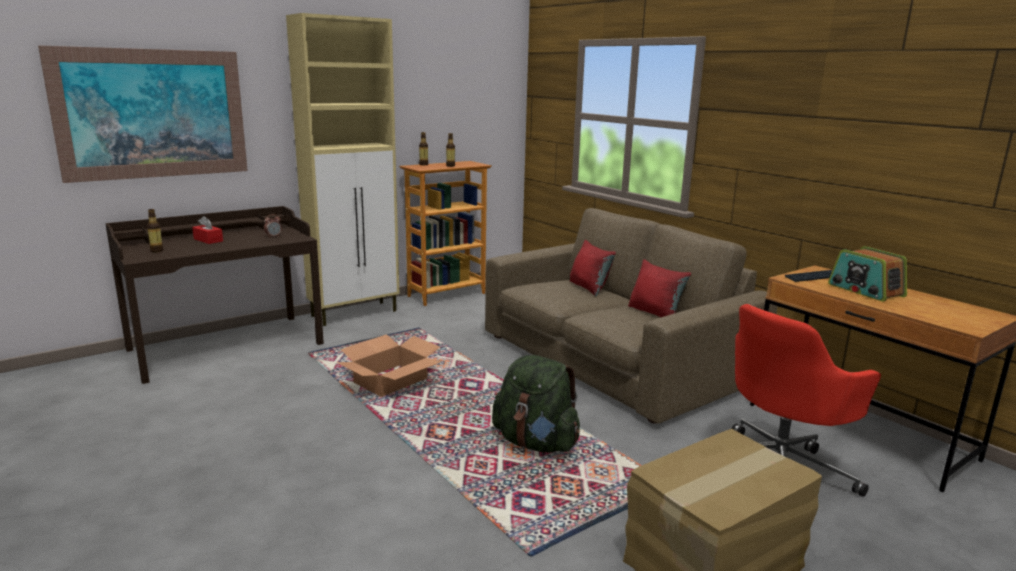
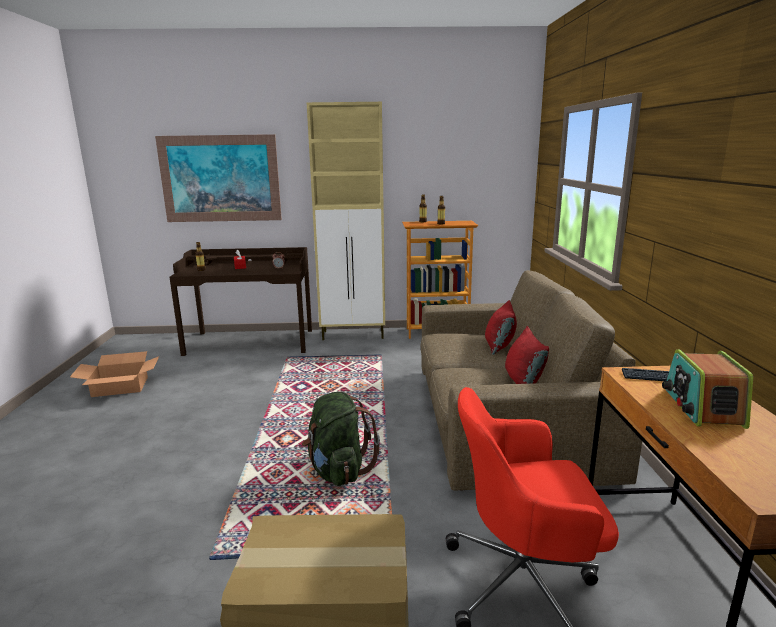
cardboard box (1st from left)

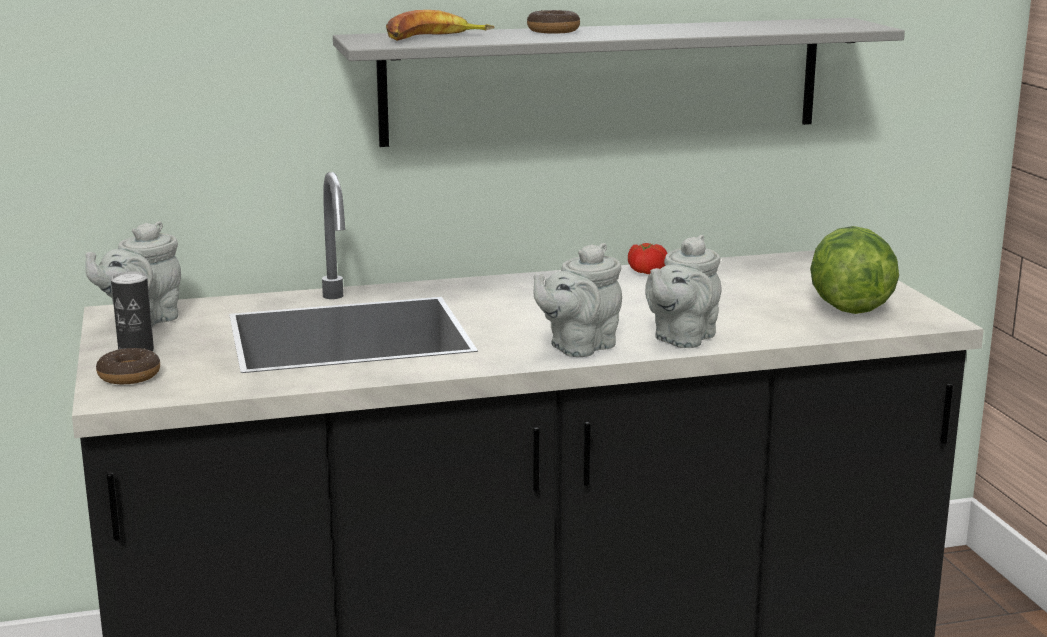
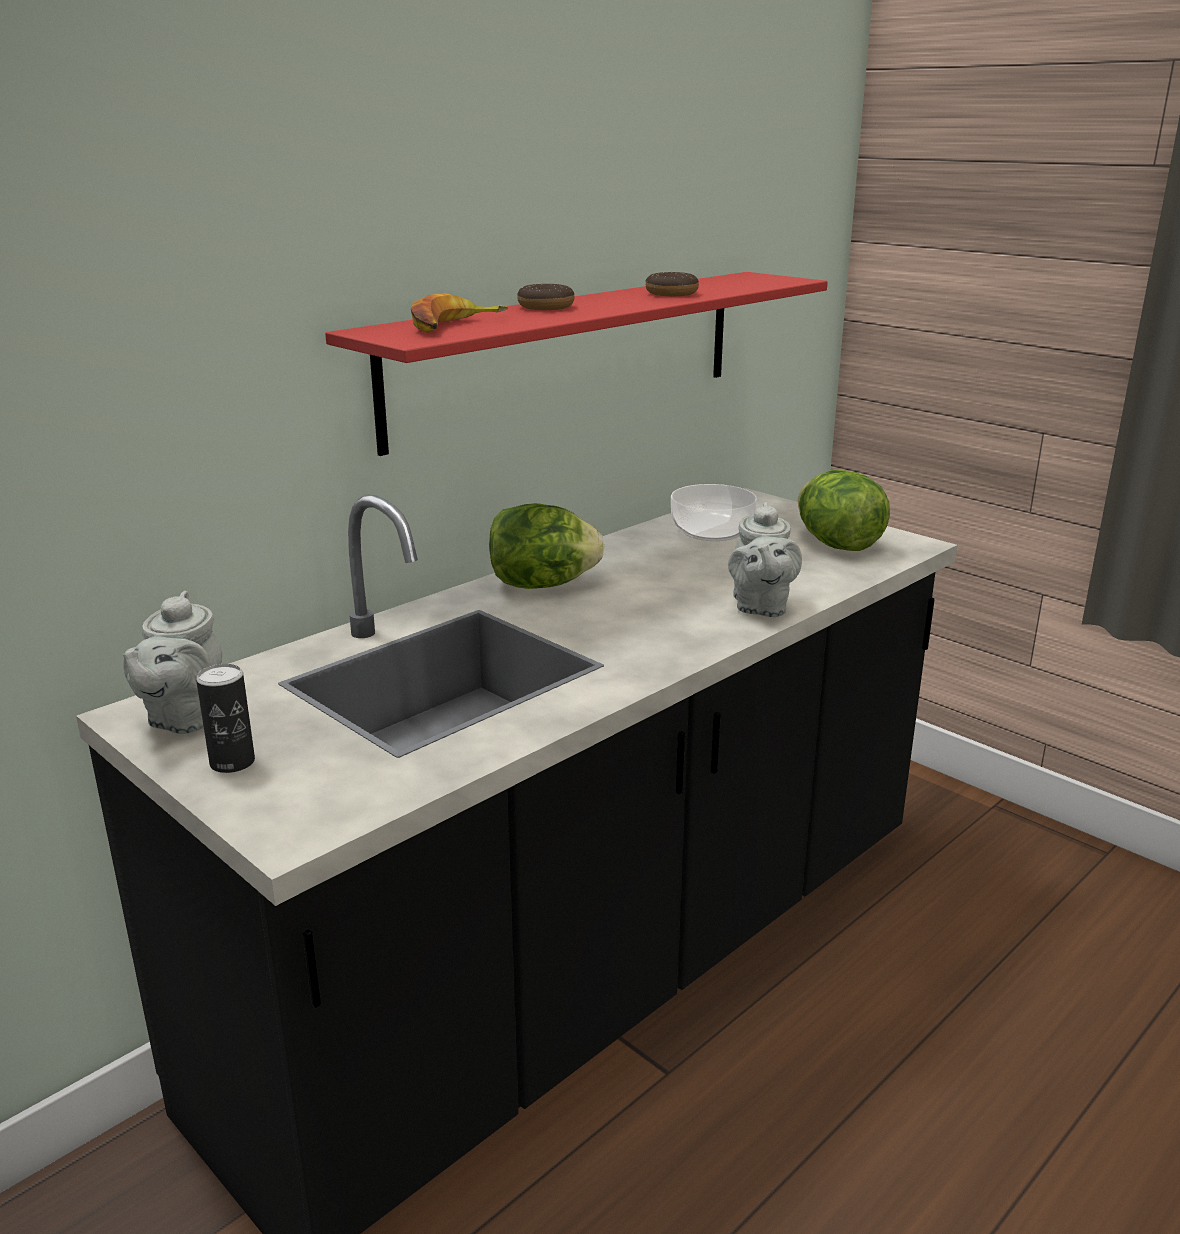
donut (2nd from left)
shelf in red
teapot in grey (2nd from left in the first image)
tomato
lettuce (1st from left)
bowl

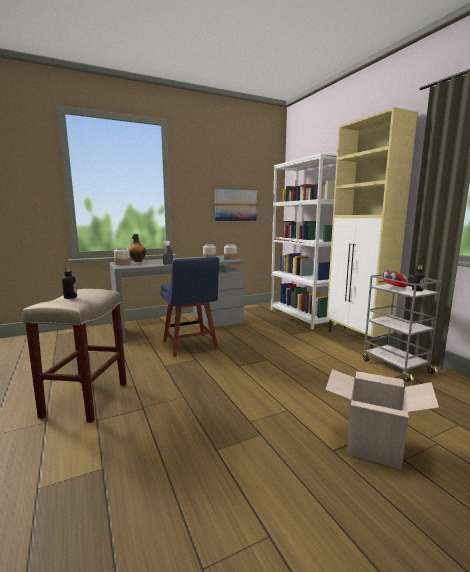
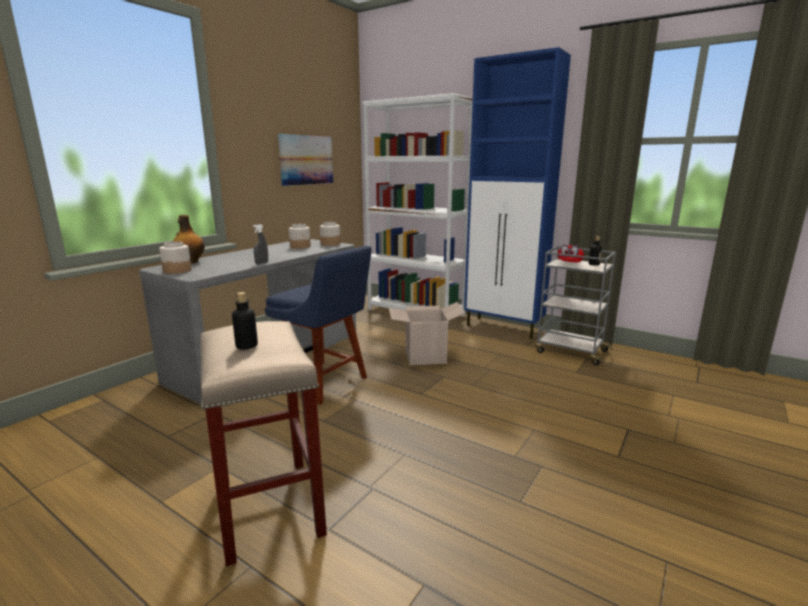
cardboard box
cabinet in blue

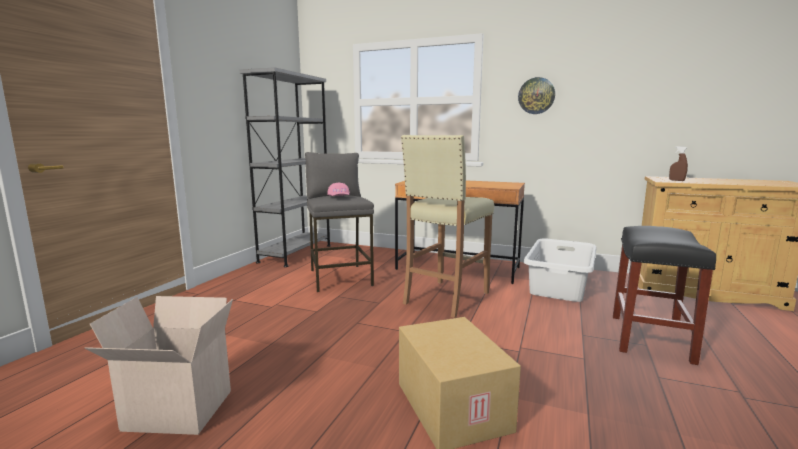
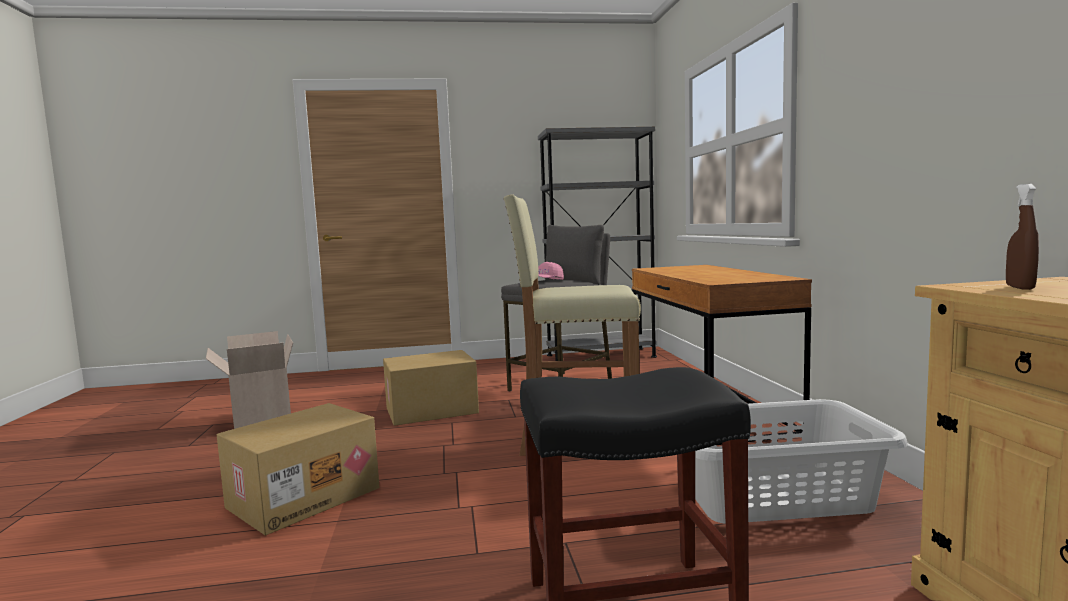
wall clock
cardboard box (3rd from left)

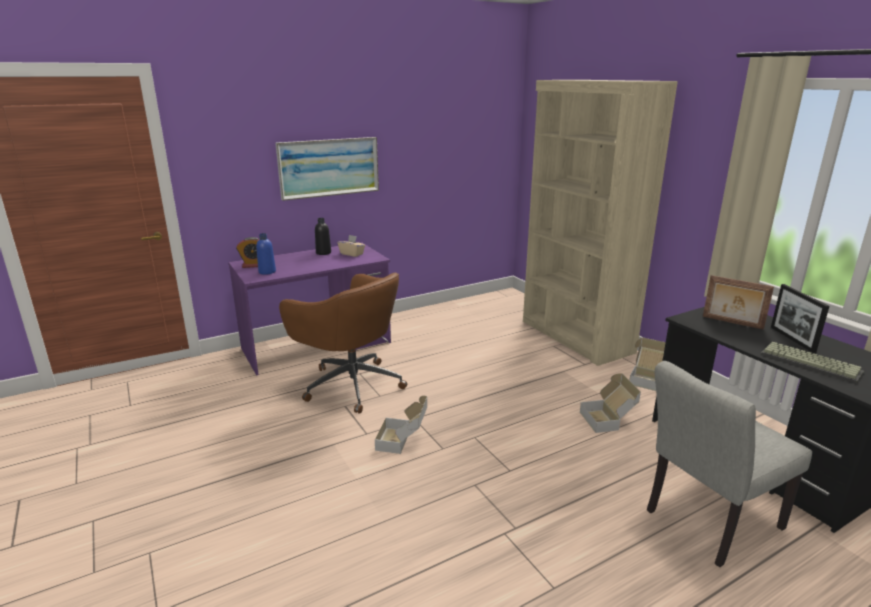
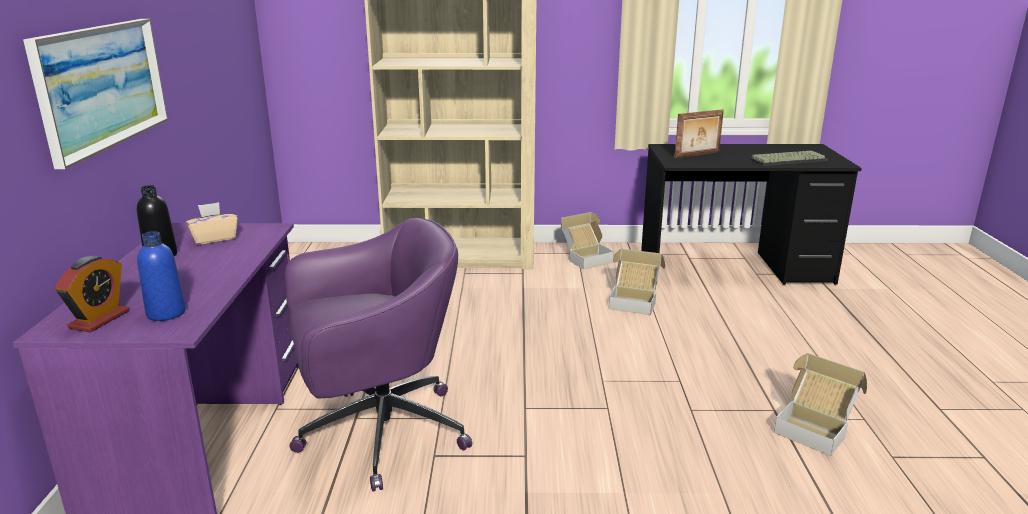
office chair in purple
cardboard box (3rd from left)
chair in grey
picture frame (2nd from left in the first image)

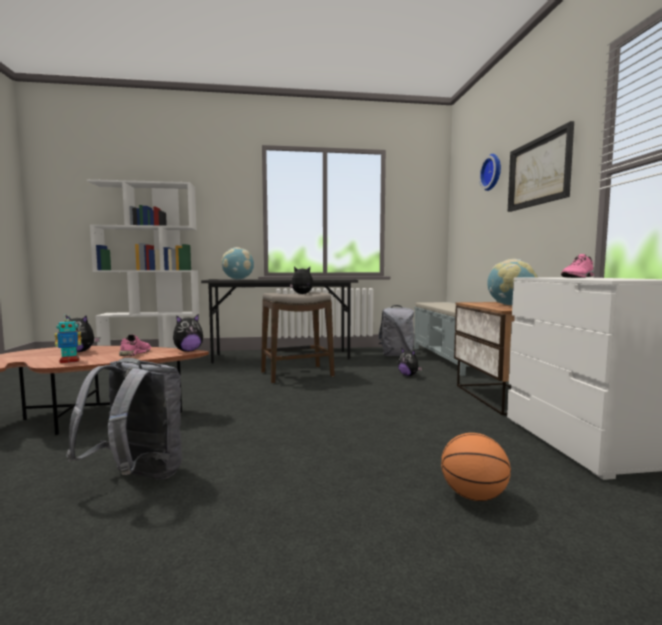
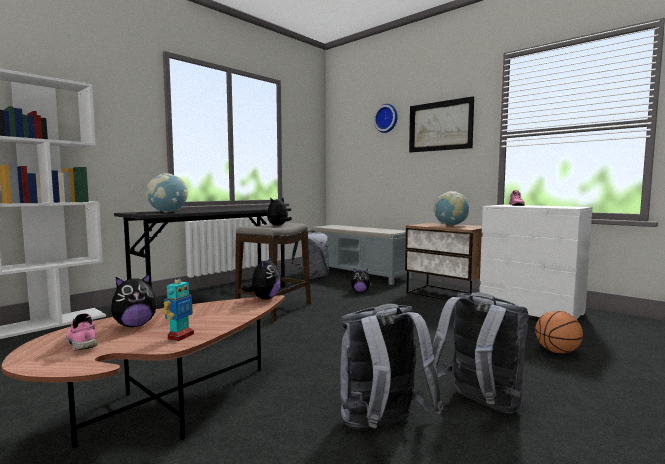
shoe in pink (1st from left)
backpack in grey (3rd from left)

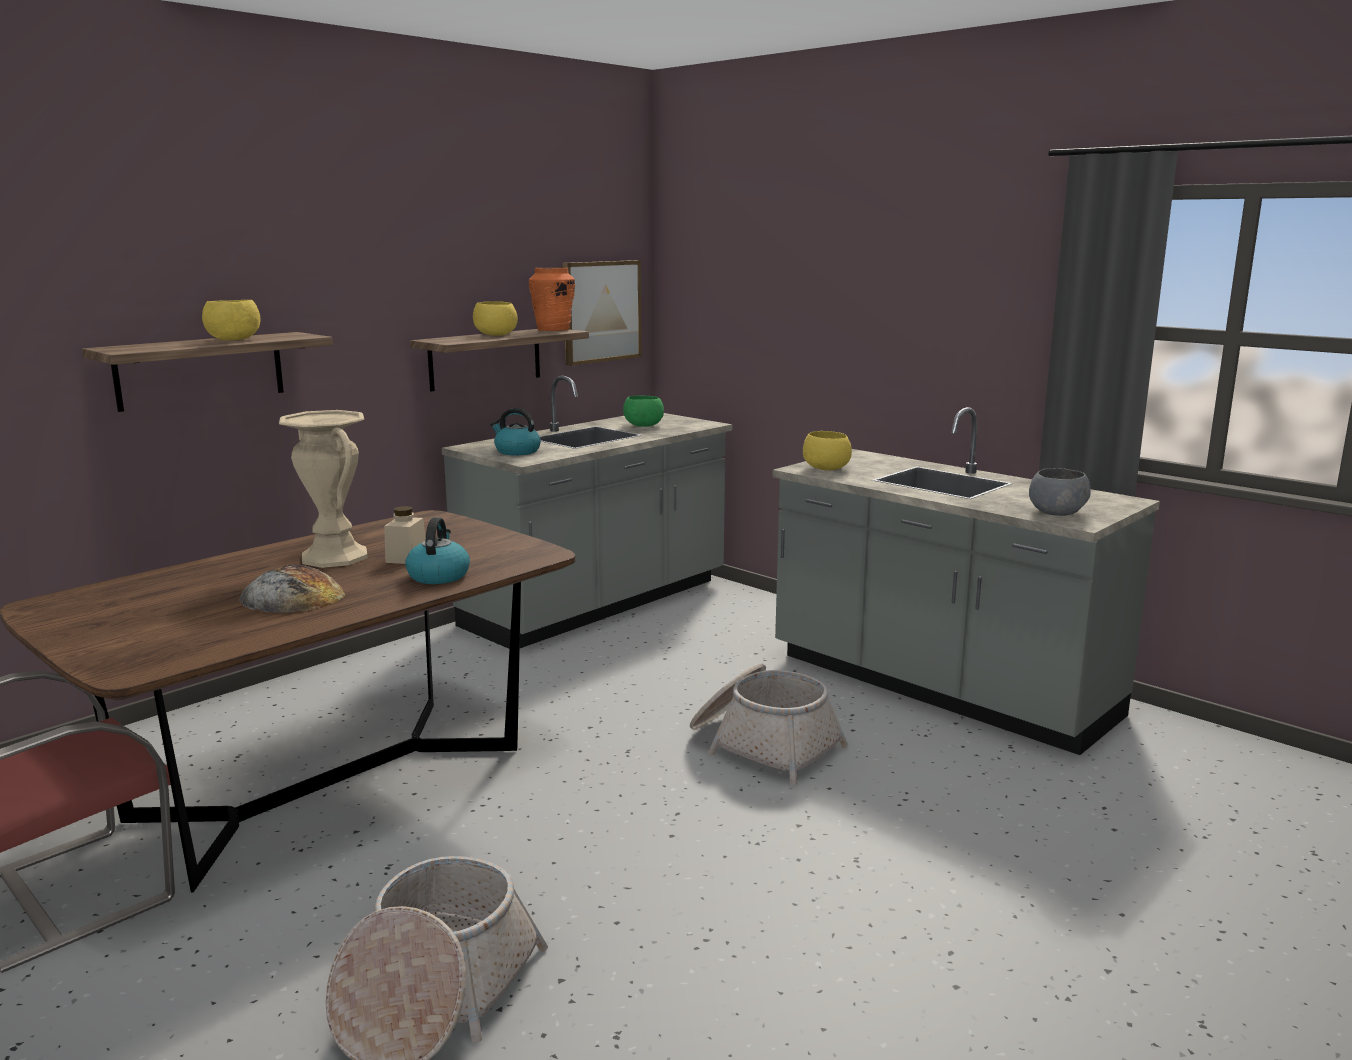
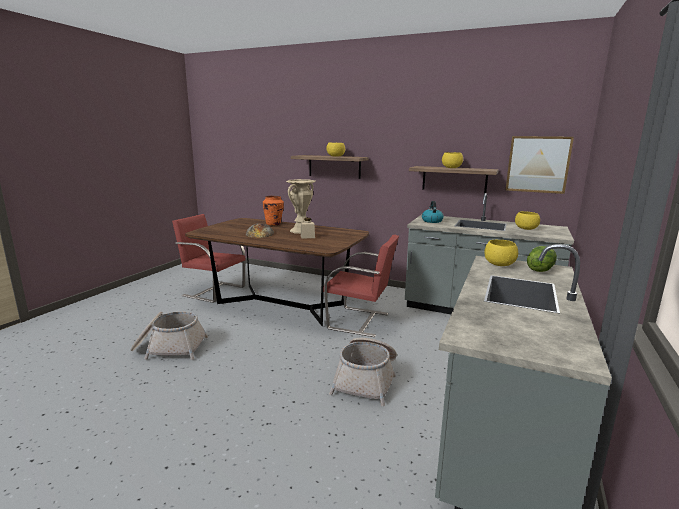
kettle (1st from left in the first image)
vase in orange
bowl in yellow (4th from left)
bowl in grey
chair in red (2nd from left)
lettuce

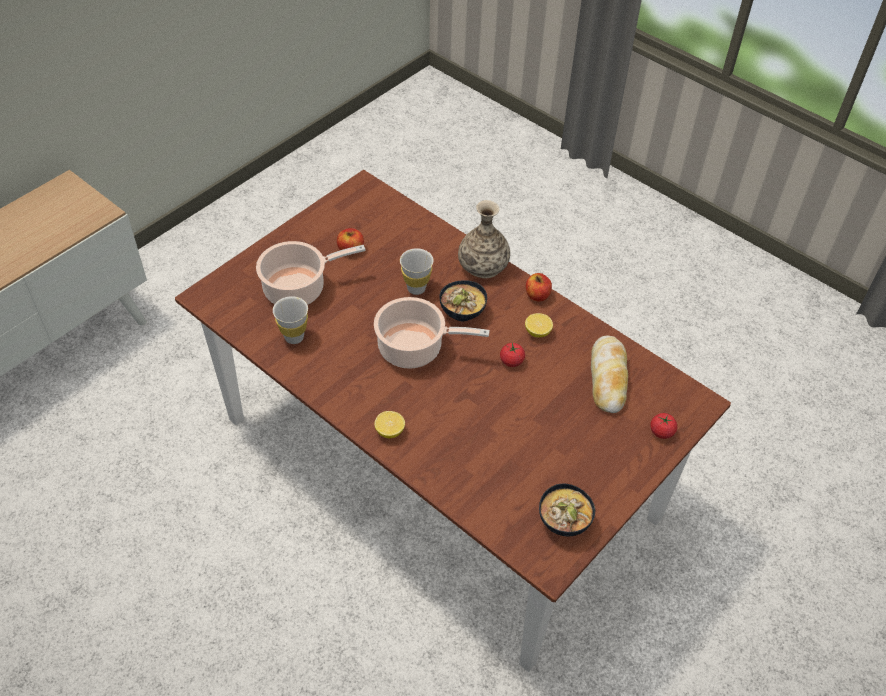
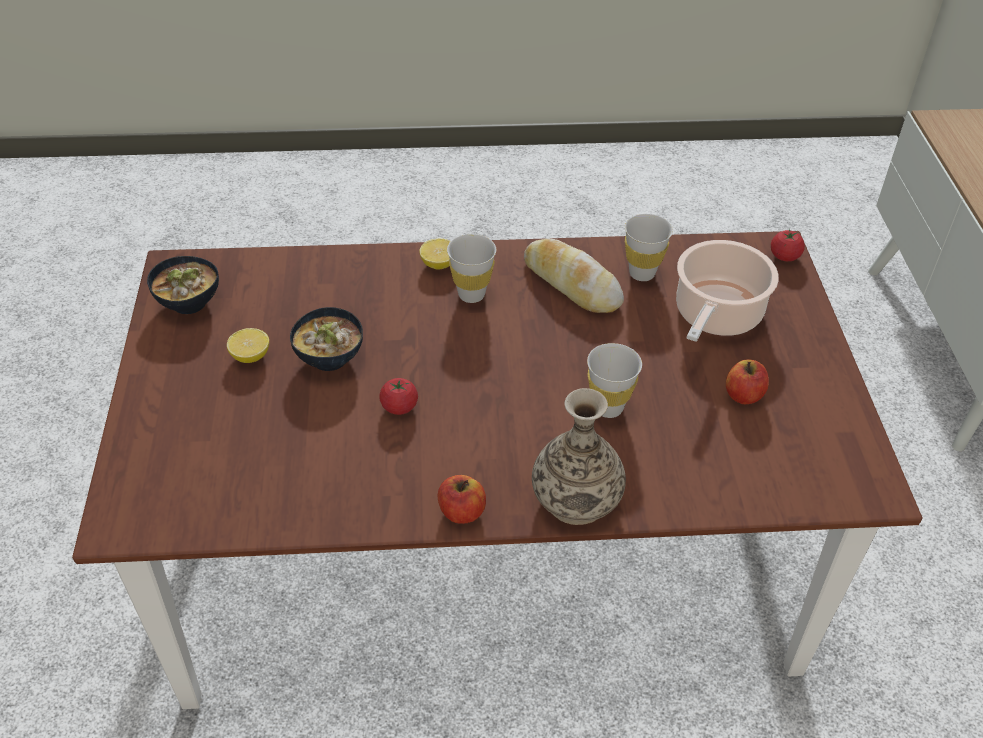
cooking pot (2nd from left in the first image)
bowl (2nd from left)
lemon (1st from left)
bread
tomato (2nd from left)
cup in white (1st from left)

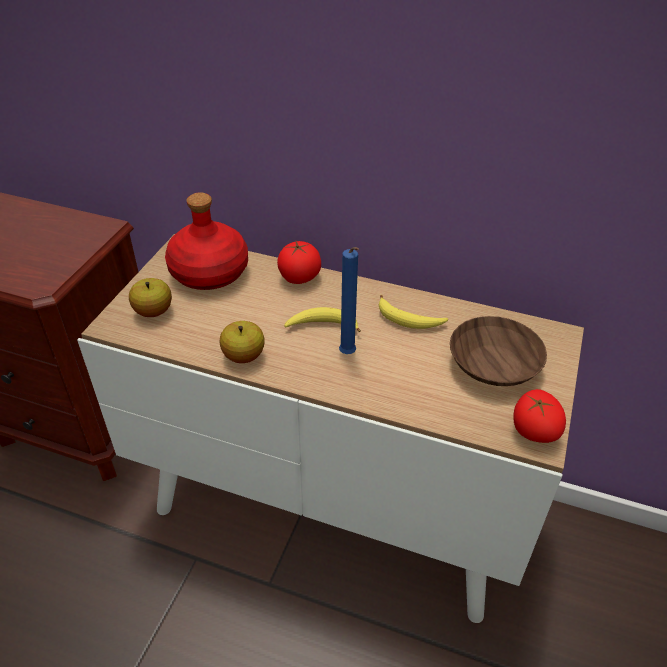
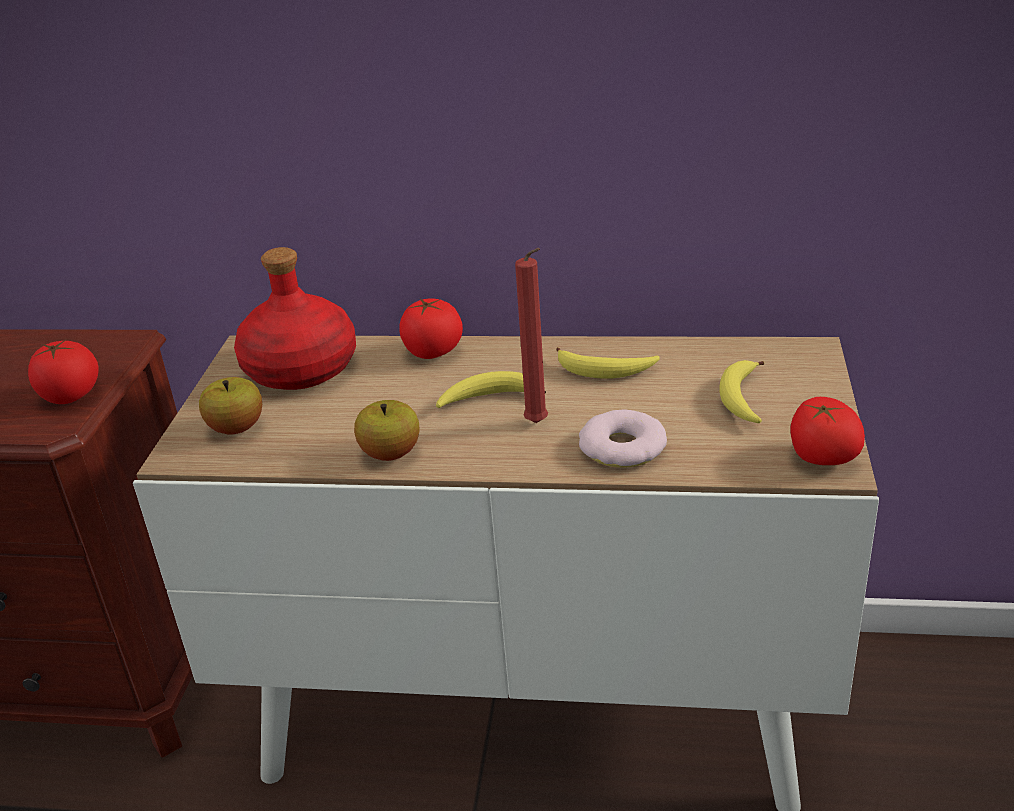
candle in red
banana (3rd from left)
tomato (1st from left)
donut

